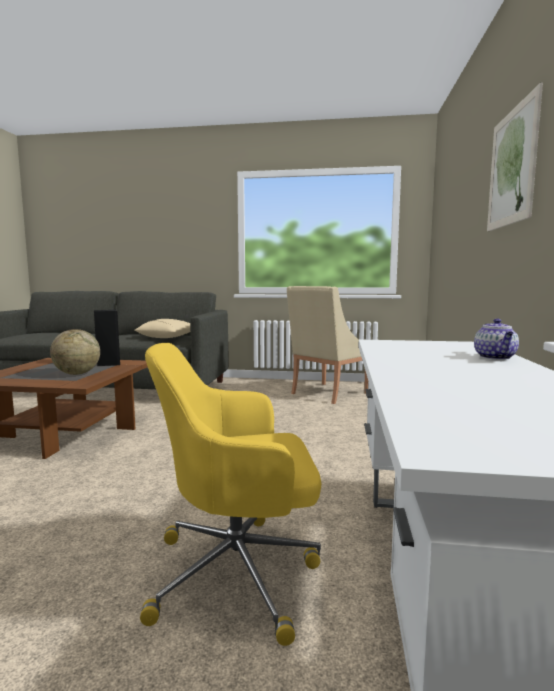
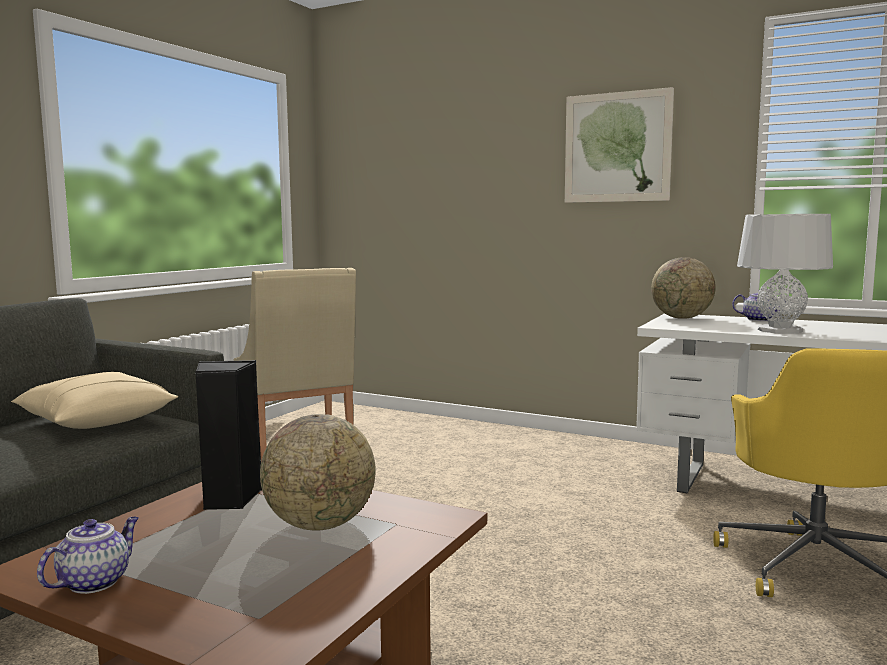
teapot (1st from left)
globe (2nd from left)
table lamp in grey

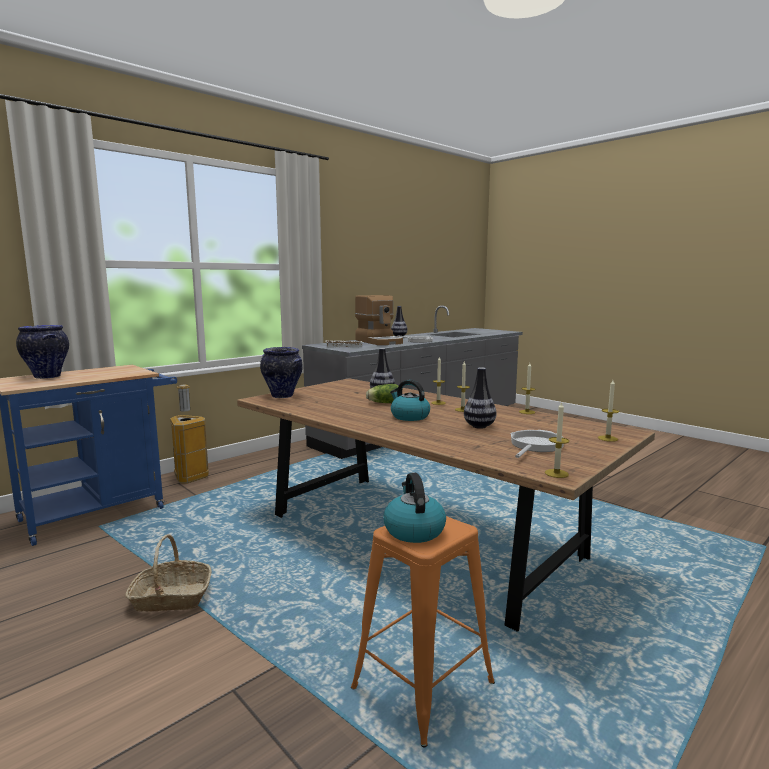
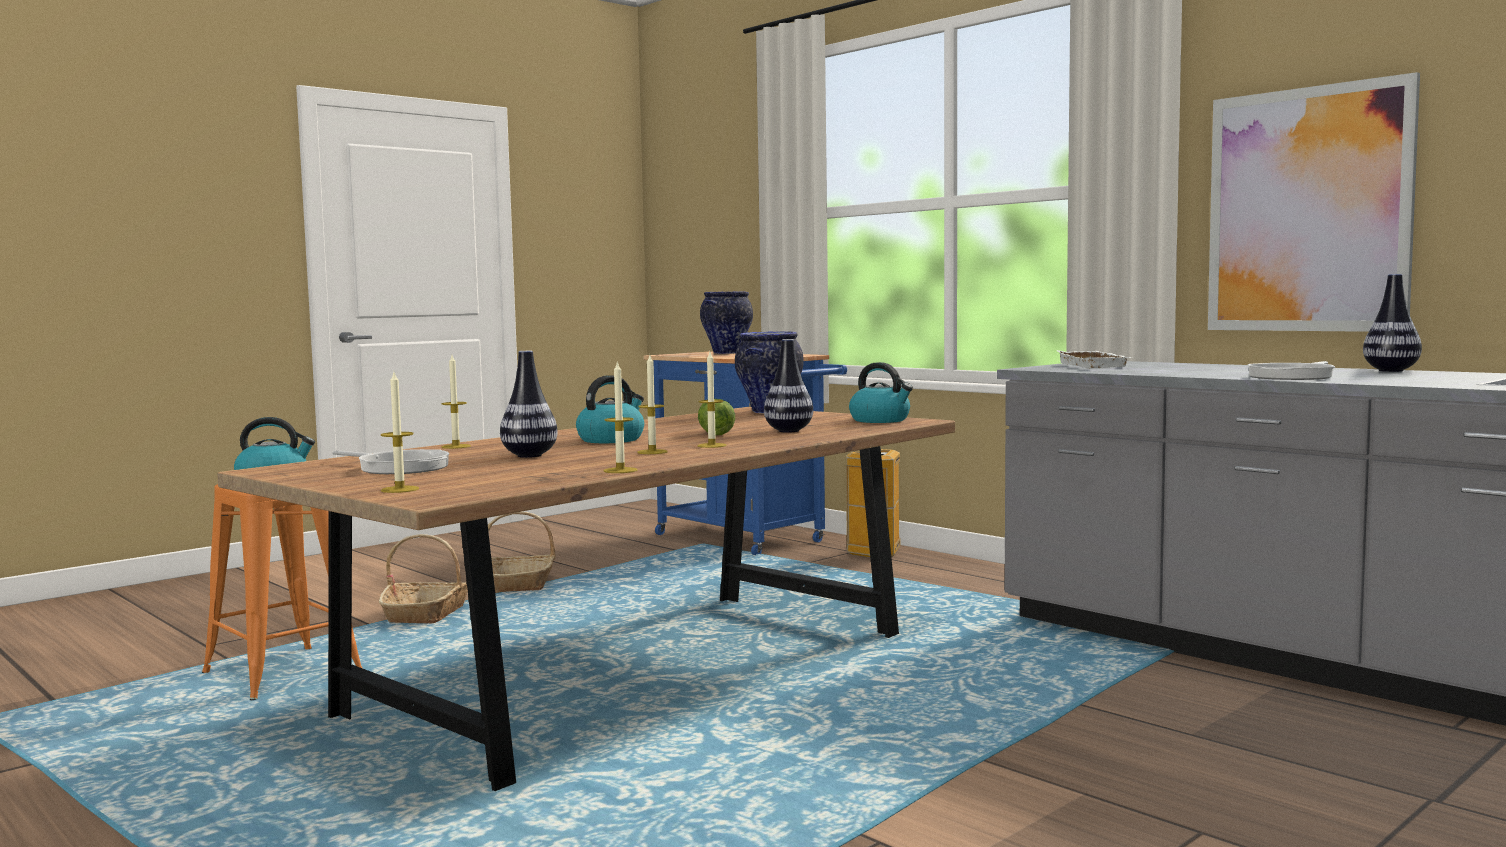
coffee machine
candle (2nd from left)
basket (1st from left)
kettle (3rd from left)
picture

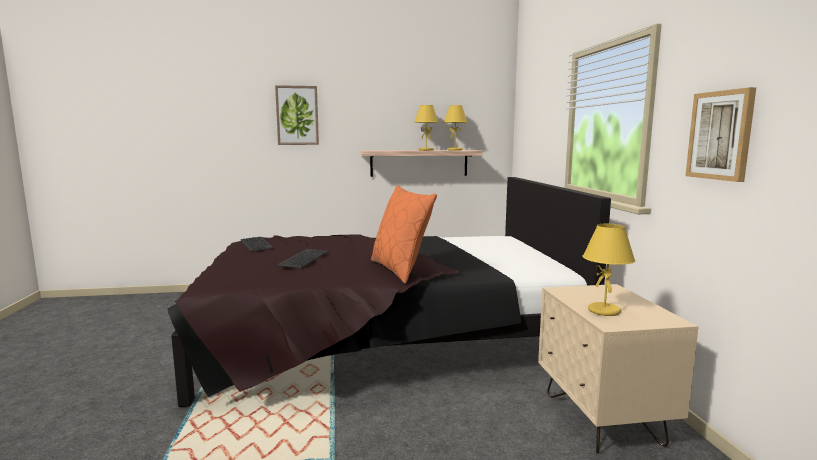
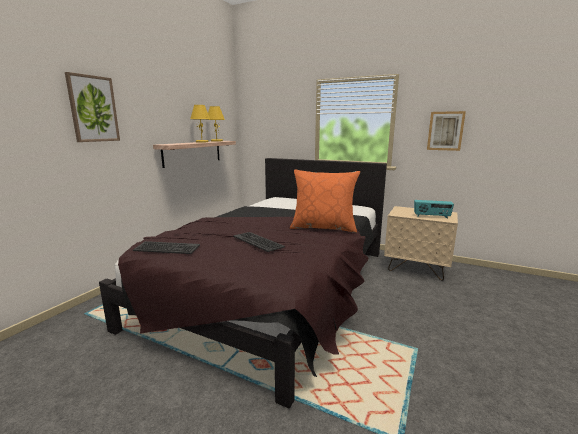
radio

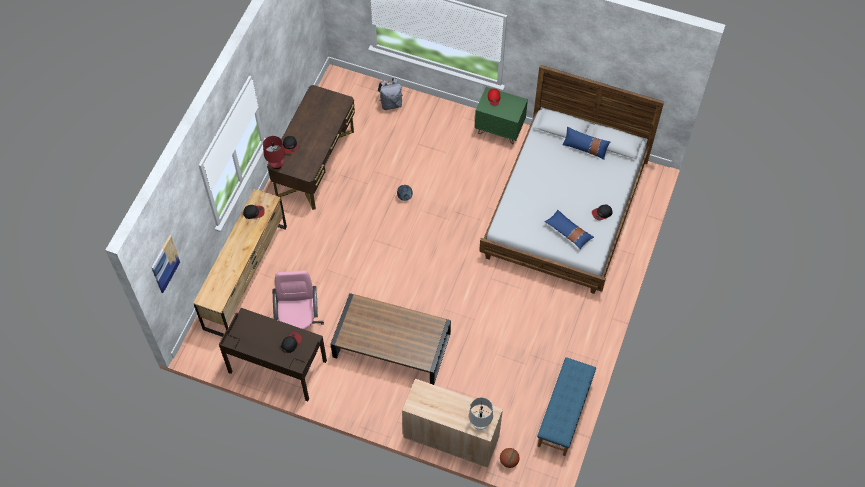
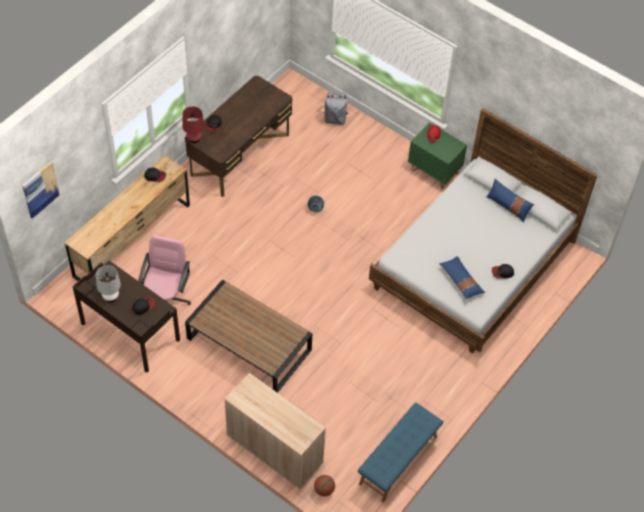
table lamp in white

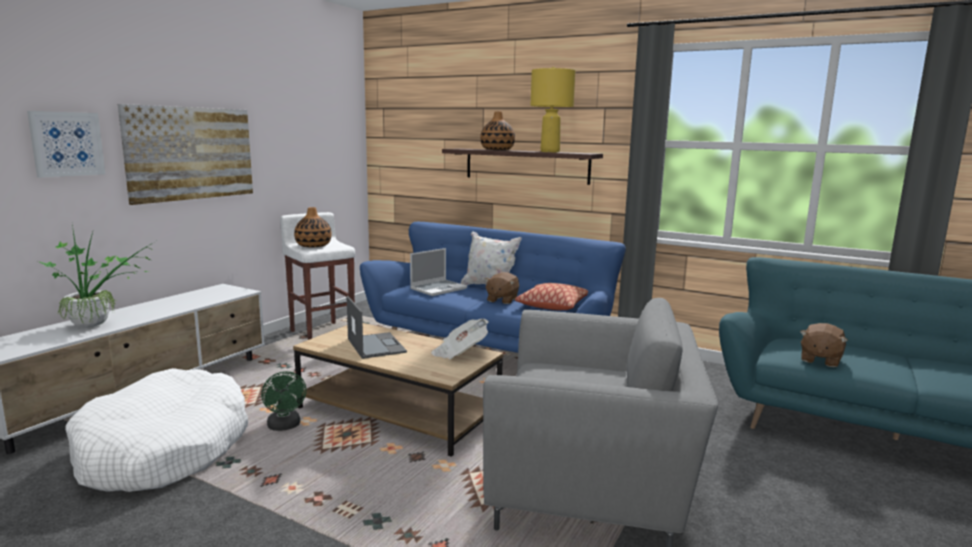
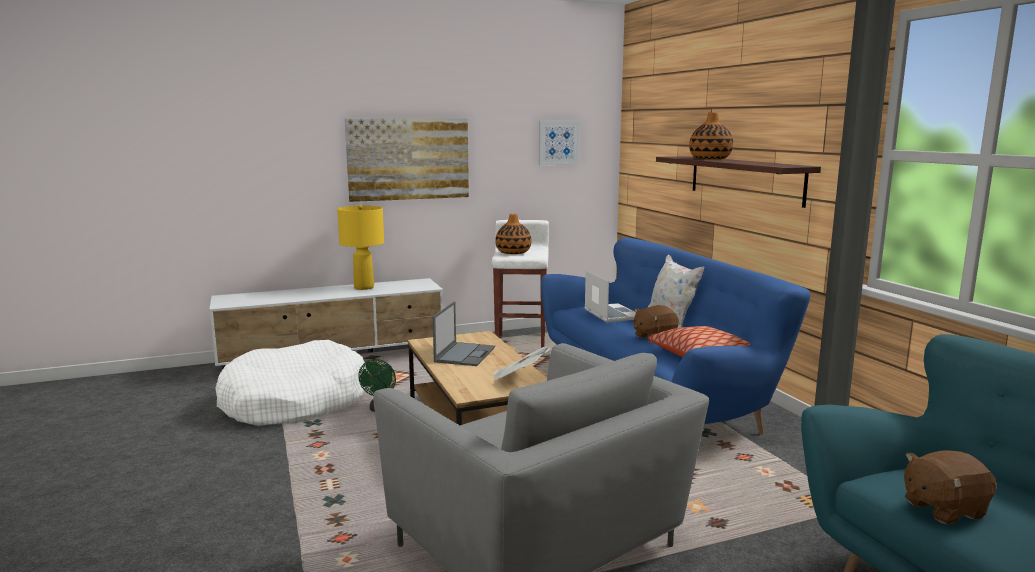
picture (2nd from left)
potted plant
laptop (2nd from left)
table lamp in yellow

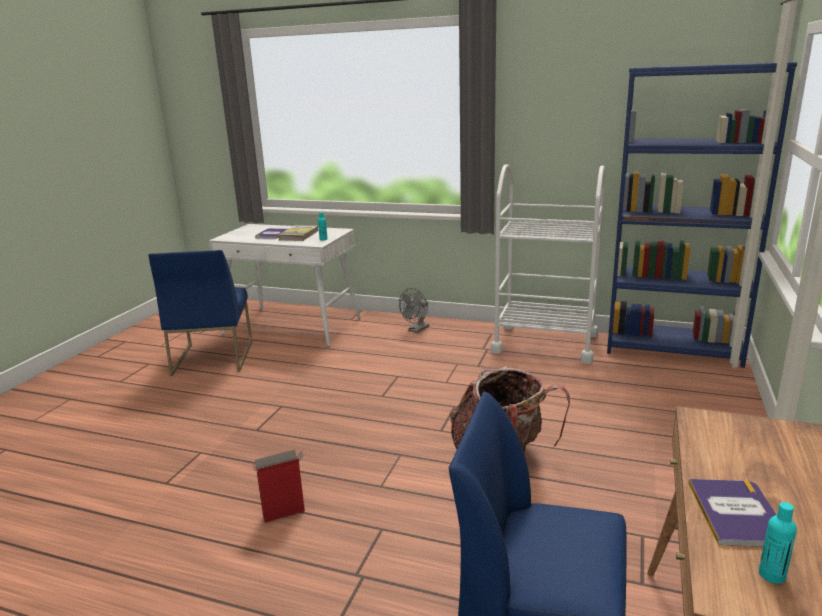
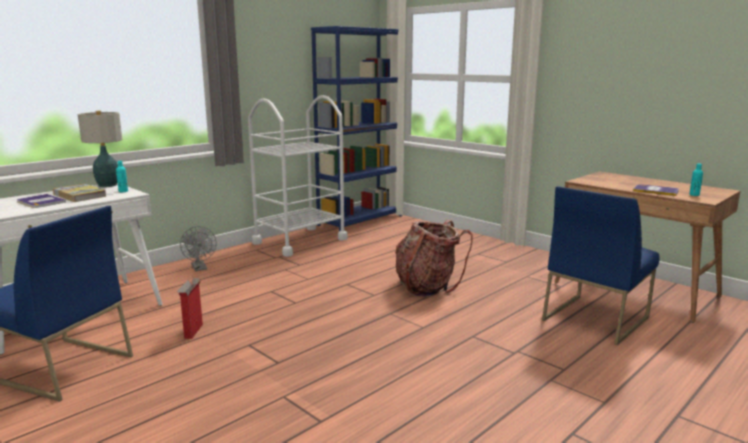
cardboard box
table lamp

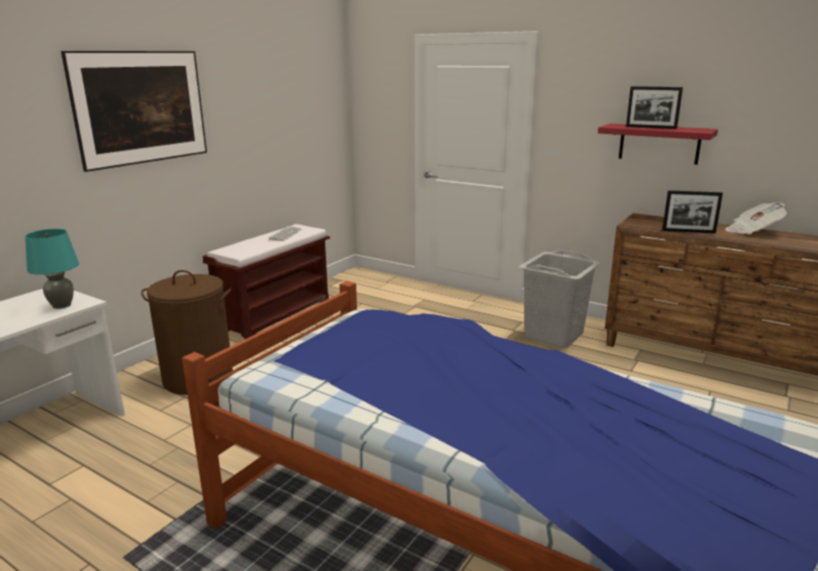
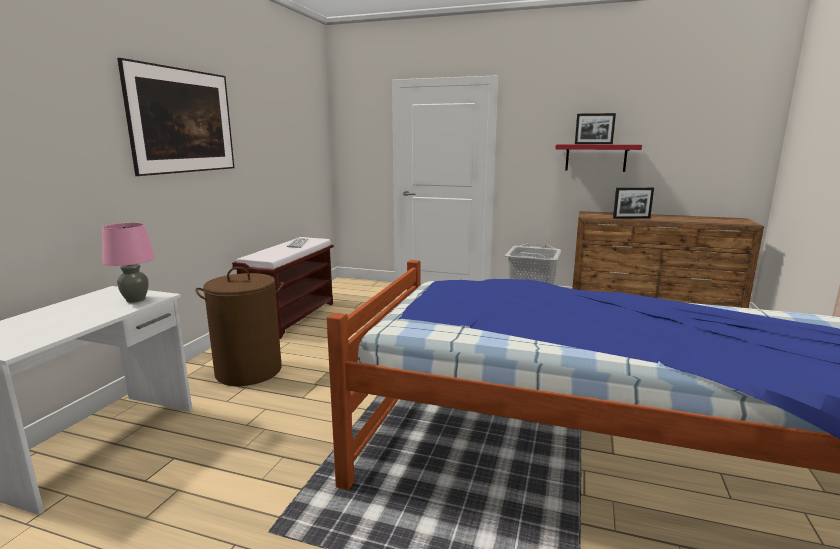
table lamp in pink
newspaper

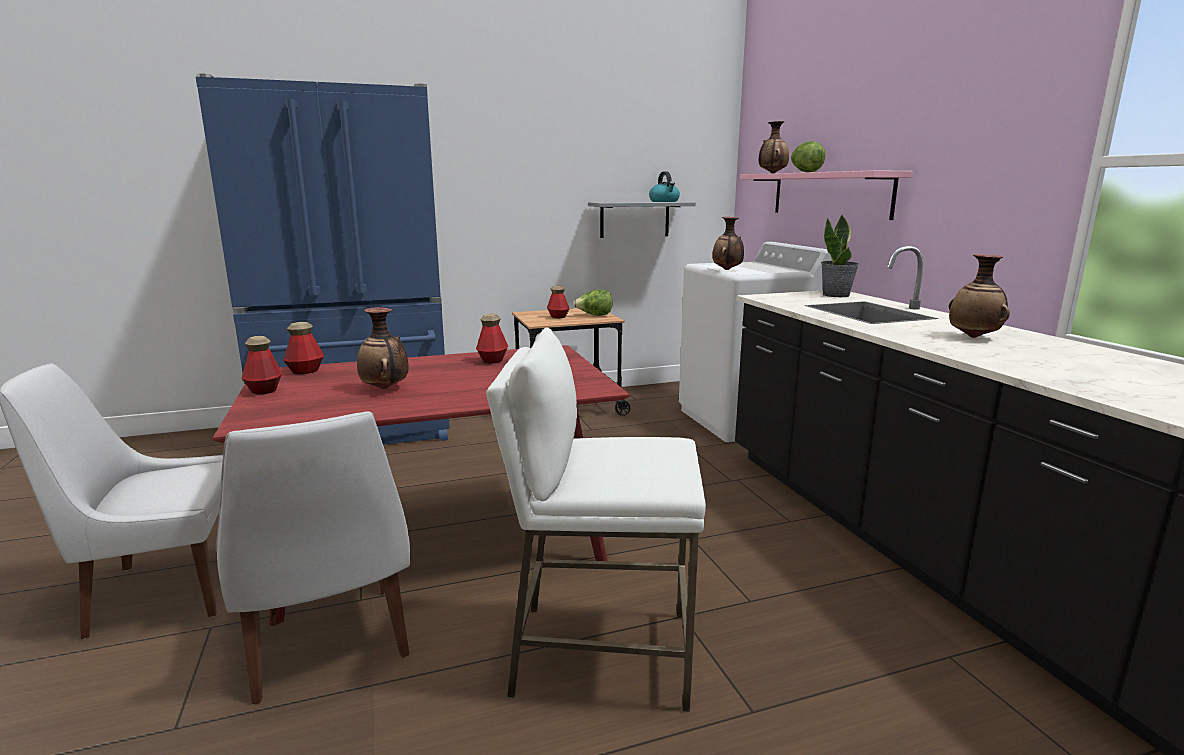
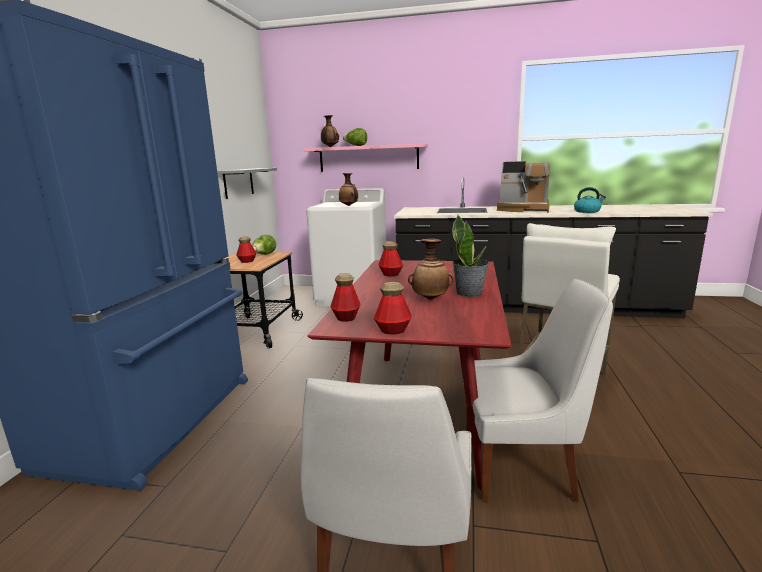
kettle
potted plant
coffee machine

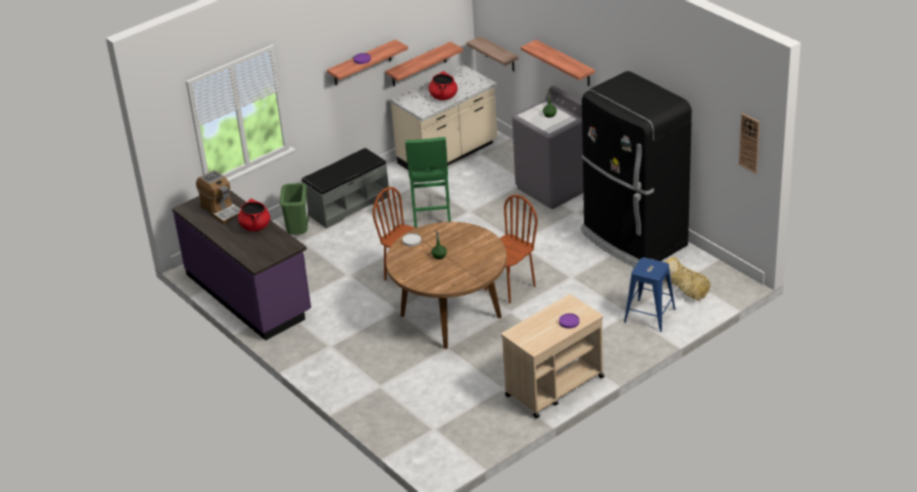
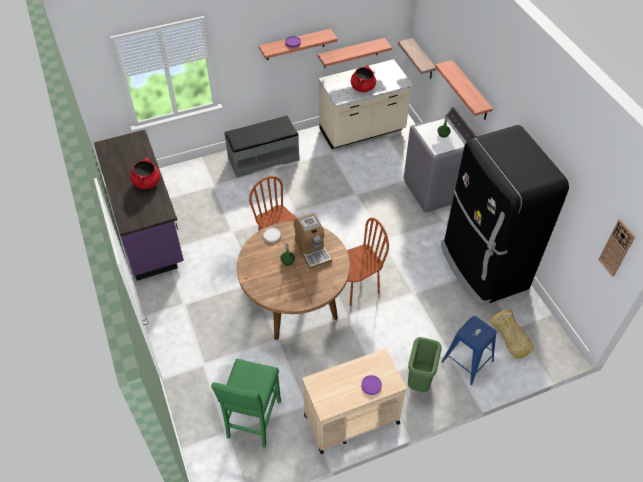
coffee machine
trash can in green
stool in green

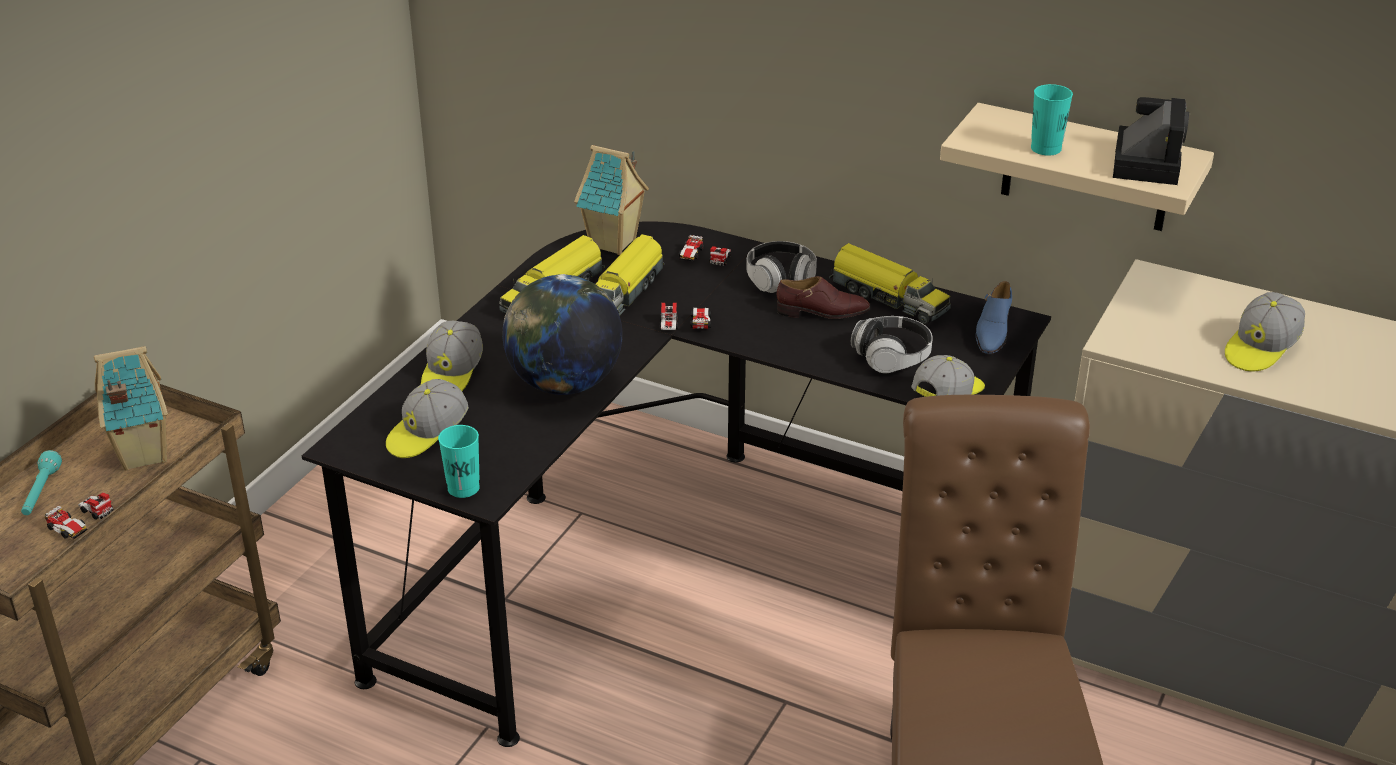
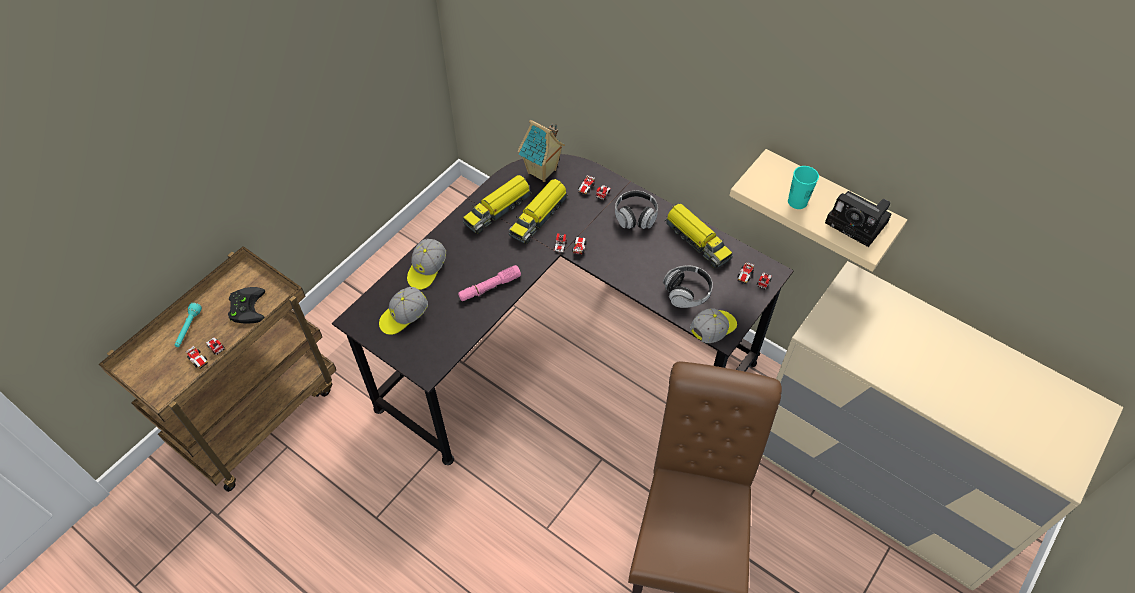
game controller in black
cup in turquoise (1st from left in the first image)
flashlight in pink
shoe in brown
toy car (4th from left)
photo camera
cap (4th from left in the first image)

